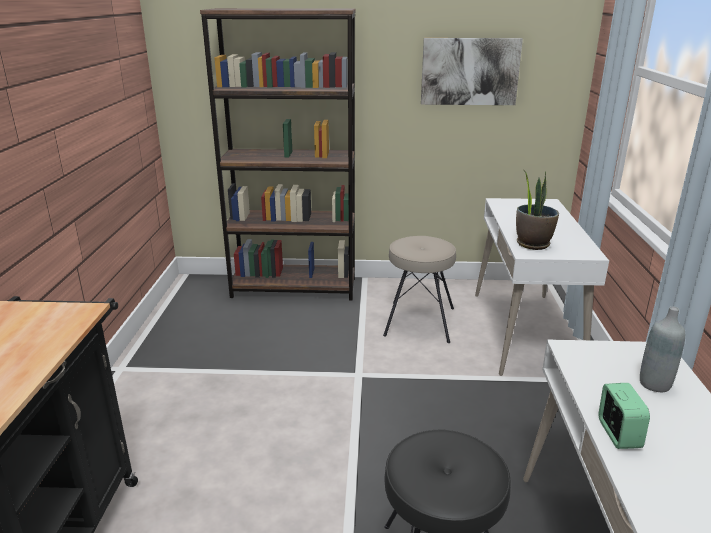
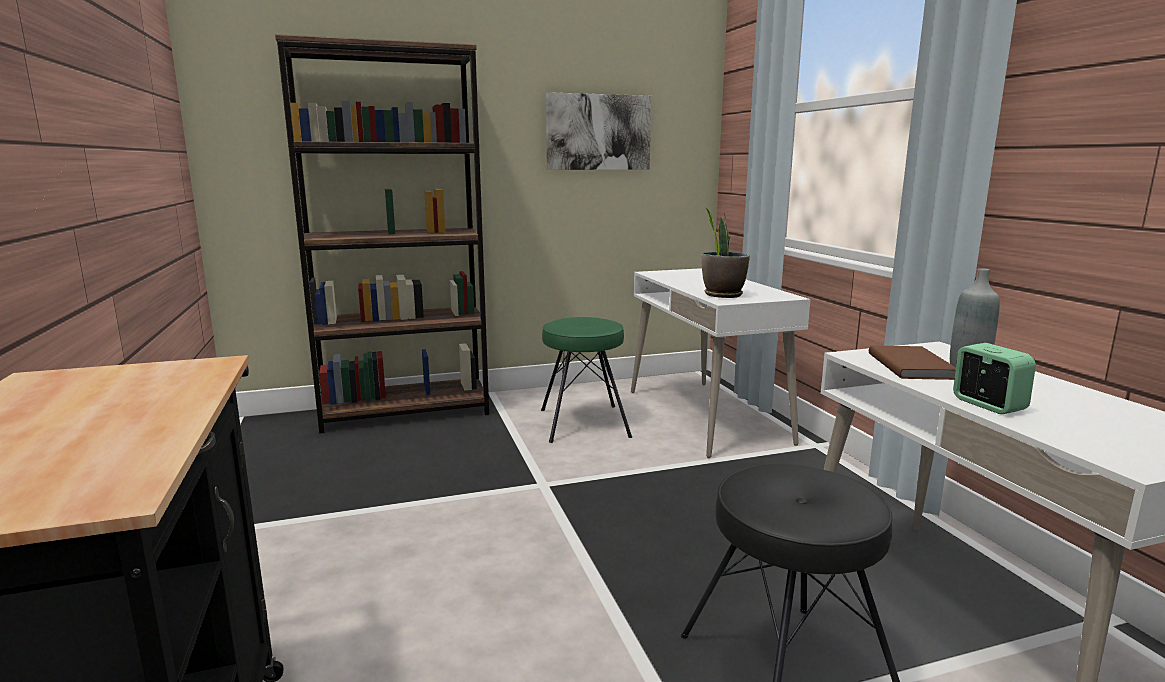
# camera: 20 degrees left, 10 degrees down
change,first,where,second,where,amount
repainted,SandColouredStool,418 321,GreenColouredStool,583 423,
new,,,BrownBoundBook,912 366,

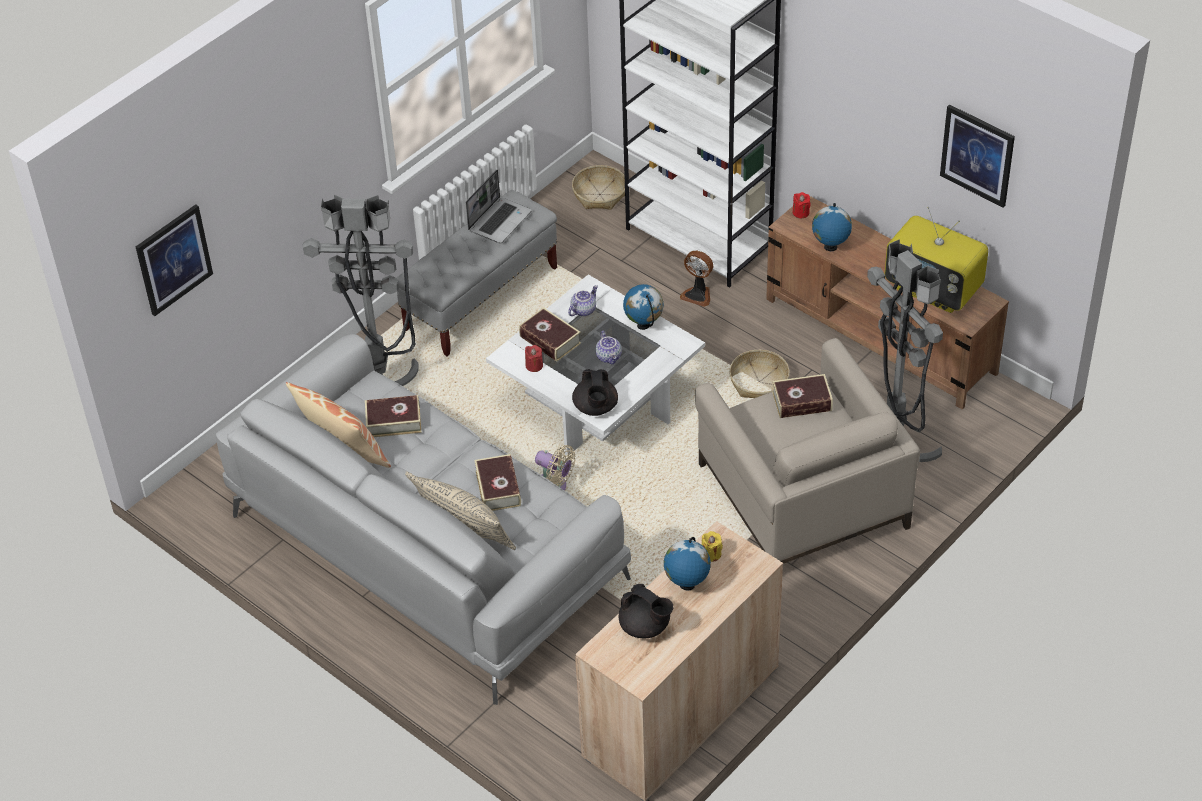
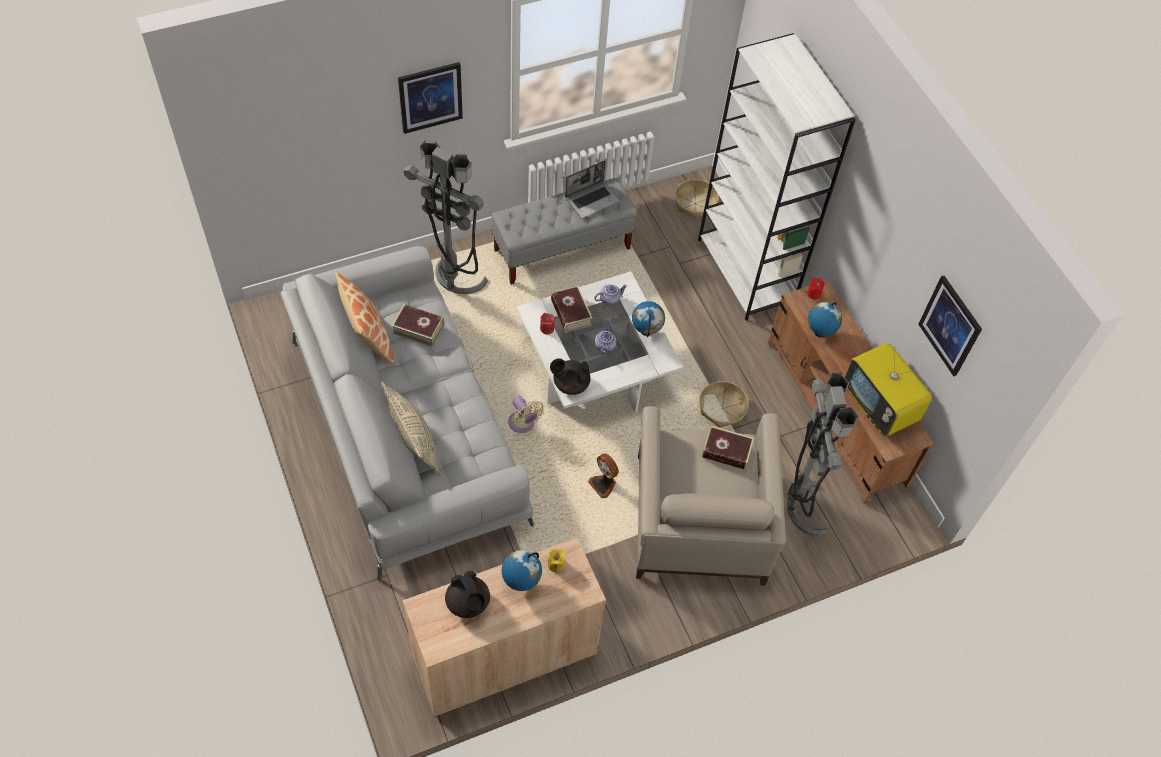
# camera: 20 degrees right, 10 degrees up
change,first,where,second,where,amount
shifted,WallPicture,173 259,,430 97,
gone,BoundBook,498 488,,,
rotated,BlackTeaPot,595 408,,570 384,75 degrees clockwise
shifted,ElectricFan,698 294,,603 484,

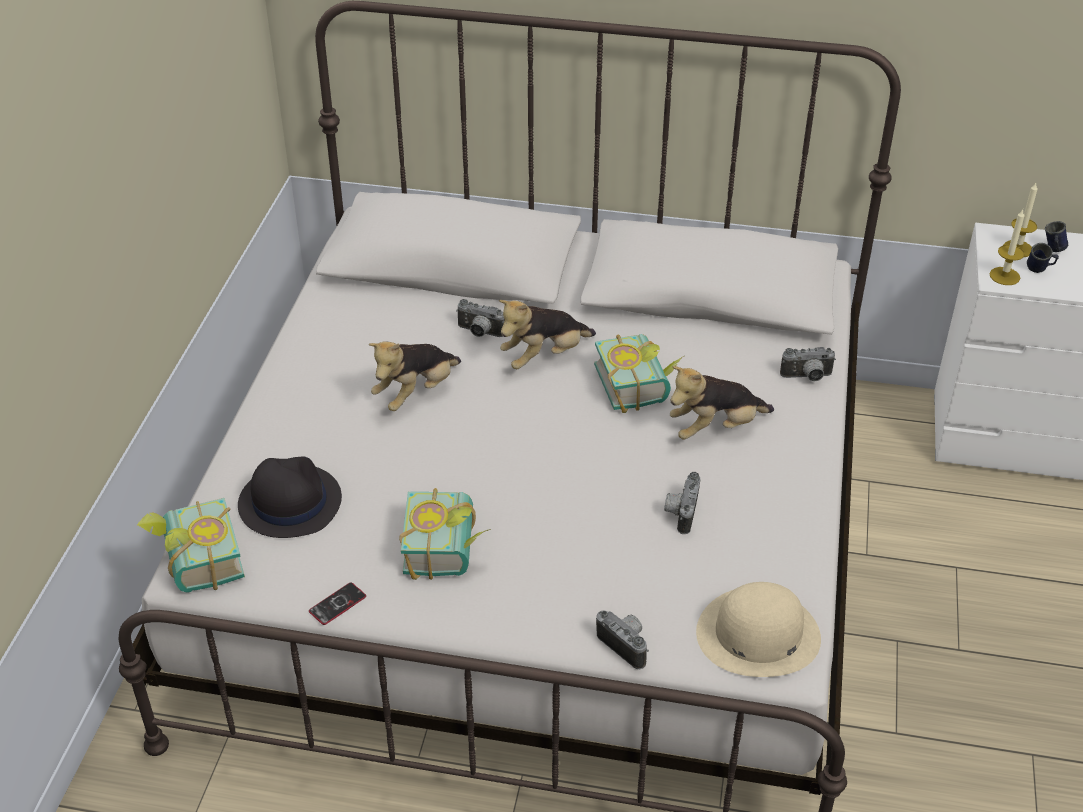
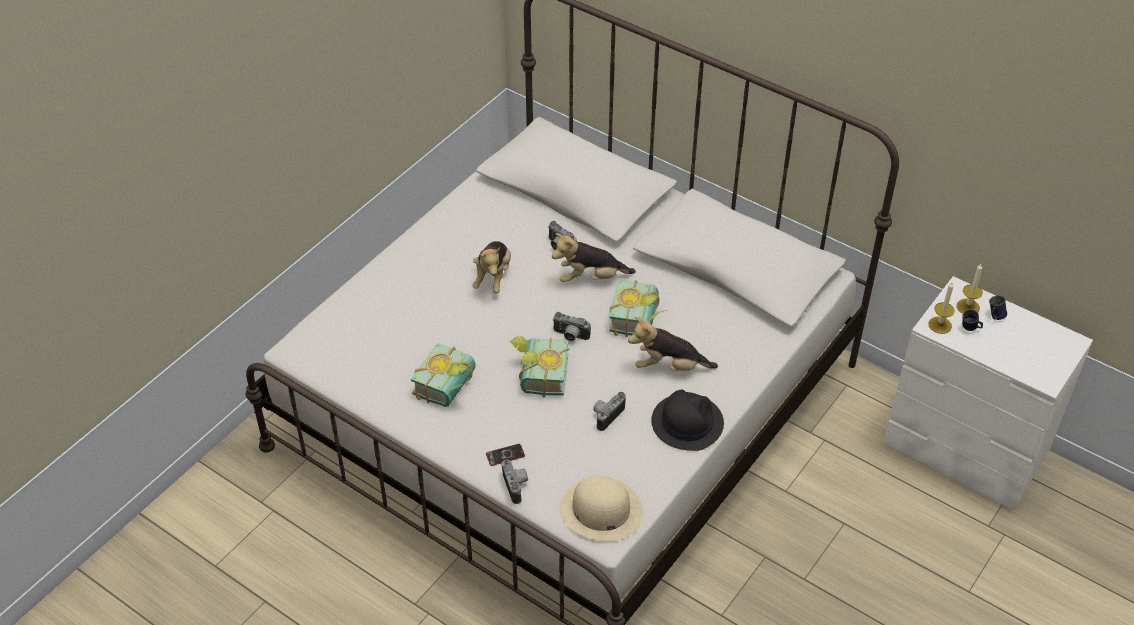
# camera: 25 degrees right, 5 degrees up
change,first,where,second,where,amount
shifted,BoundBook,195 563,,538 375,
shifted,BlackClothingHat,289 502,,687 422,
shifted,Handset,337 604,,505 455,
rotated,PlushToy,416 393,,493 276,60 degrees counterclockwise
shifted,StillCamera,807 377,,570 336,

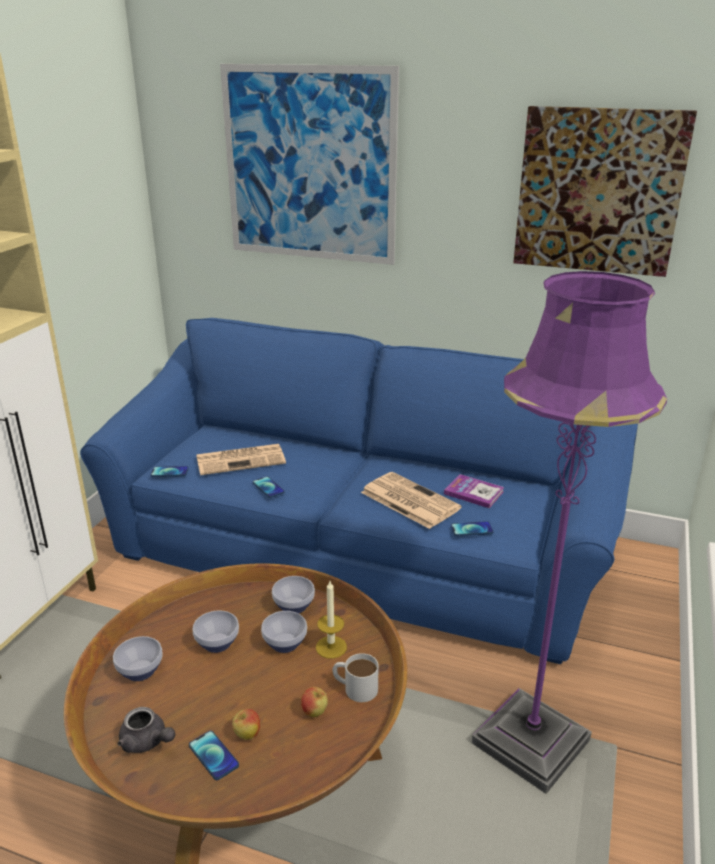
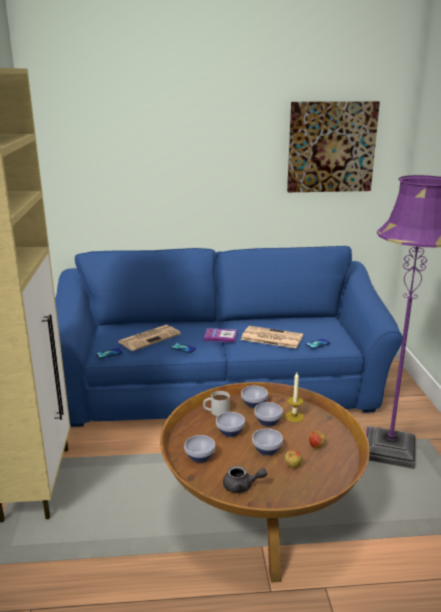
# camera: 25 degrees left, 5 degrees down
change,first,where,second,where,amount
gone,Handset,213 756,,,
gone,WallPicture,309 165,,,
shifted,WhiteTeaMug,355 687,,216 411,
shifted,BoundBook,473 492,,220 336,
new,,,Bowl,266 450,

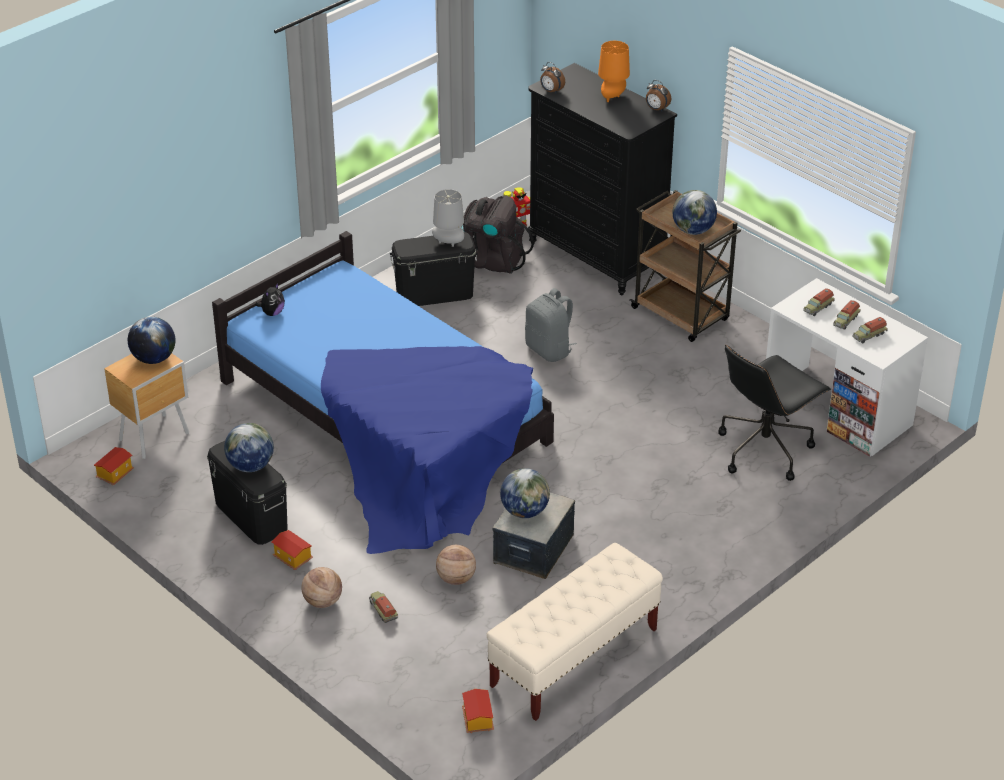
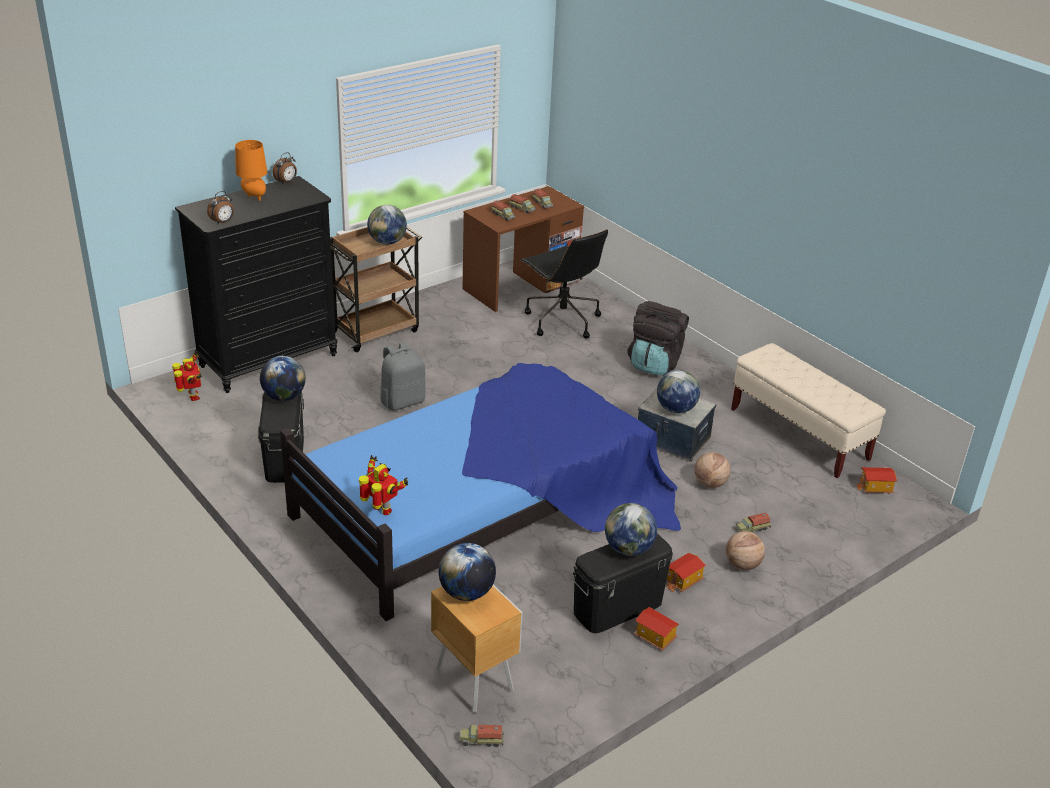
# camera: 85 degrees left, 5 degrees down
change,first,where,second,where,amount
shifted,ModelHouse,115 474,,654 638,
swapped,PlushToy,272 313,ToyRobot,381 511,
swapped,GreyLampForATable,449 243,WorldGlobe,284 397,
shifted,BlackBackpack,492 260,,654 363,
repainted,WhiteDeskTable,837 410,BrownDeskTable,520 285,
new,,,ModelTruck,481 740,

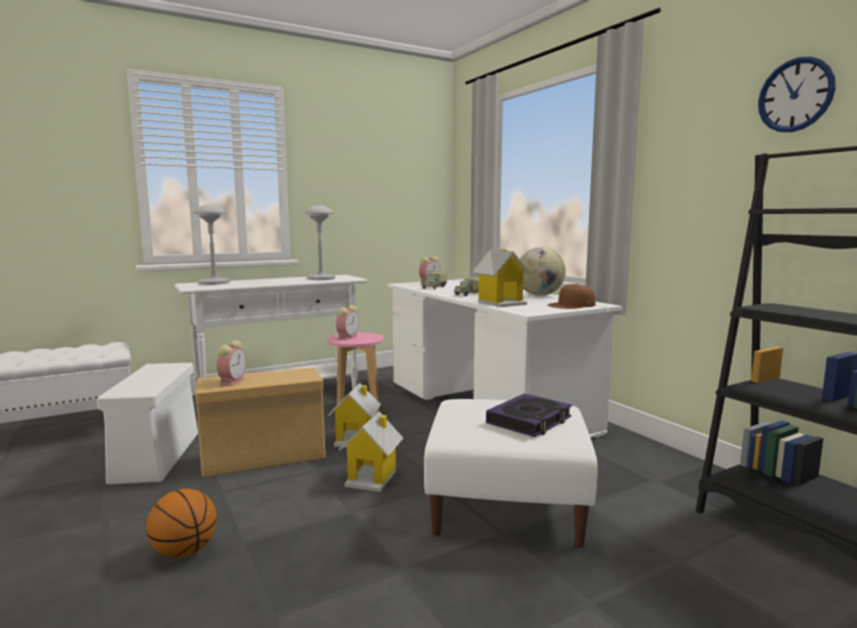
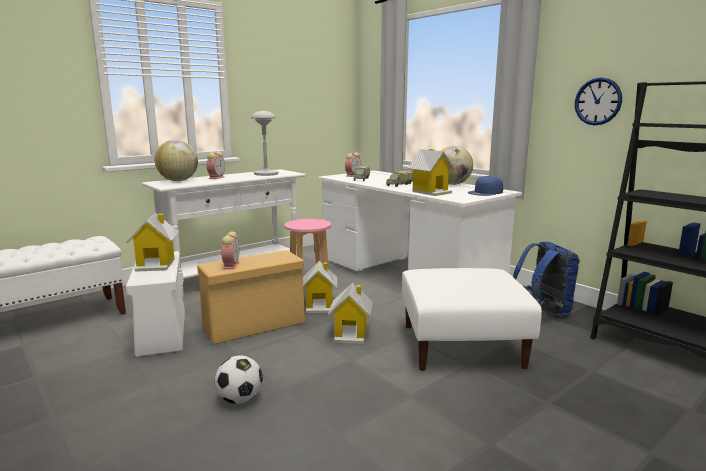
# camera: 10 degrees left, 5 degrees up
change,first,where,second,where,amount
swapped,BallForBasketball,185 551,FootballBall,240 399,
swapped,GreyLampForATable,214 283,WorldGlobe,178 181,
shifted,TableClock,348 337,,216 178,
gone,BoundBook,529 420,,,
repainted,BrownCap,571 305,BluishCap,485 192,
shifted,WallClock,795 95,,598 101,
new,,,ModelHouse,156 264,
new,,,BluishBackpack,544 312,

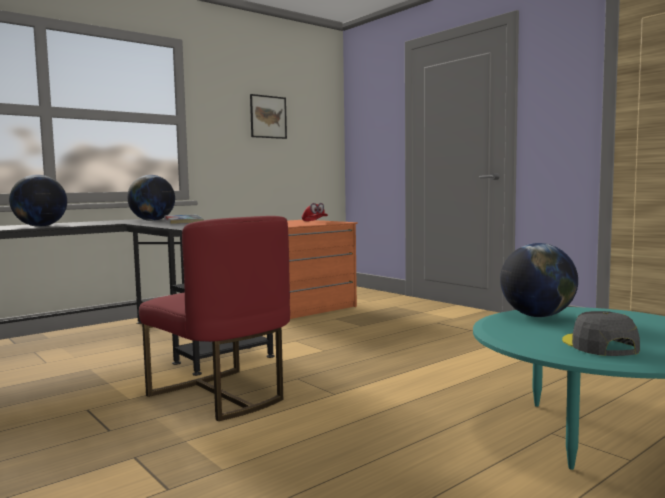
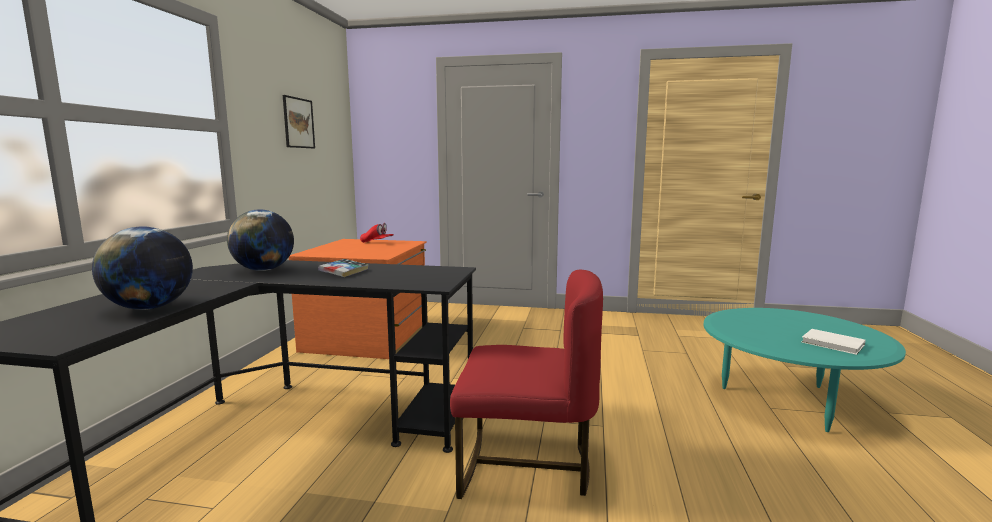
# camera: 40 degrees left, 5 degrees up
change,first,where,second,where,amount
gone,WorldGlobe,537 316,,,
swapped,GreyCap,599 345,WhiteBoundBook,834 344,

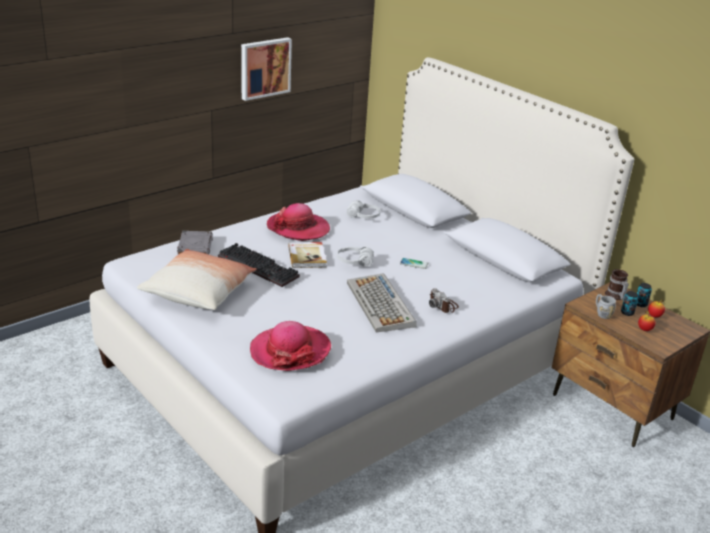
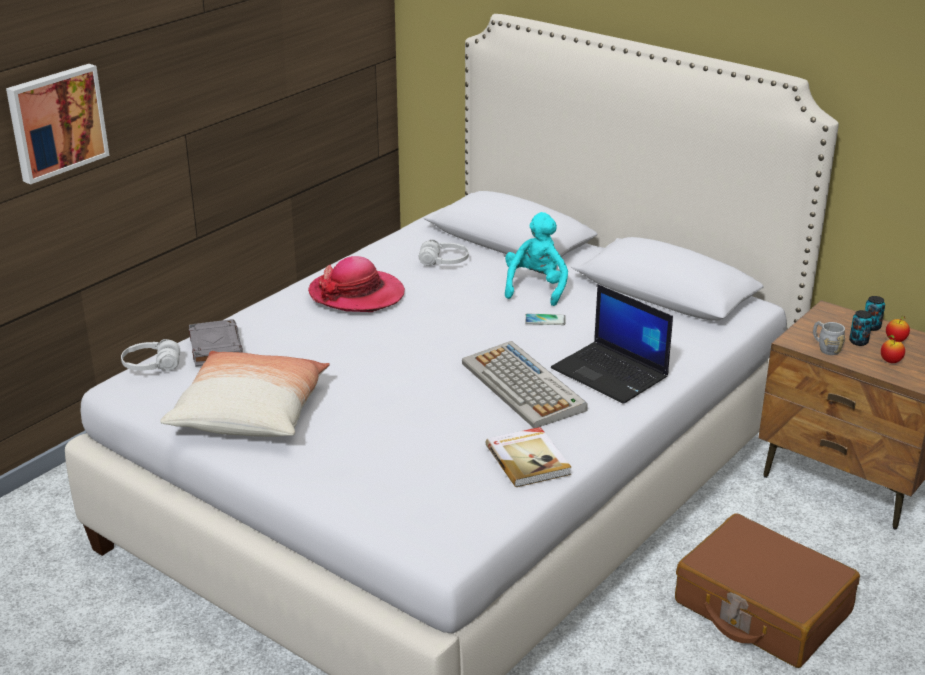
# camera: 10 degrees left, 0 degrees up
change,first,where,second,where,amount
gone,ComputerKeyboard,260 267,,,
shifted,WallPicture,264 68,,56 122,
gone,ClothingHat,290 351,,,
shifted,BoundBook,307 256,,528 459,
shifted,WhitePairOfHeadphones,354 262,,152 366,
swapped,StillCamera,443 305,Laptop,611 373,
gone,TeaMug,615 296,,,
new,,,TurquoiseColouredPlushToy,536 288,
new,,,BrownSuitcase,761 608,

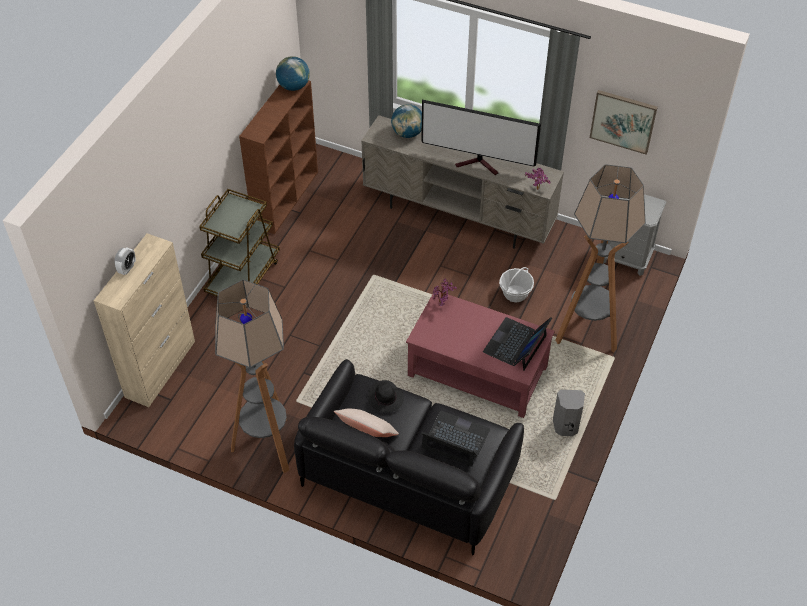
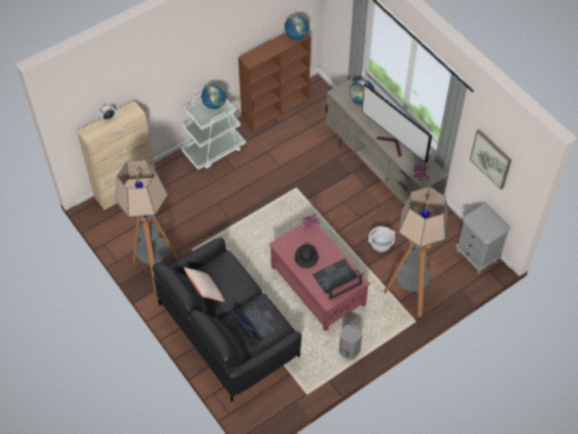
# camera: 30 degrees right, 5 degrees up
change,first,where,second,where,amount
repainted,BrownWheeledCart,243 276,WhiteWheeledCart,214 150,
shifted,BlackClothingHat,386 398,,306 257,
new,,,WorldGlobe,214 104,

